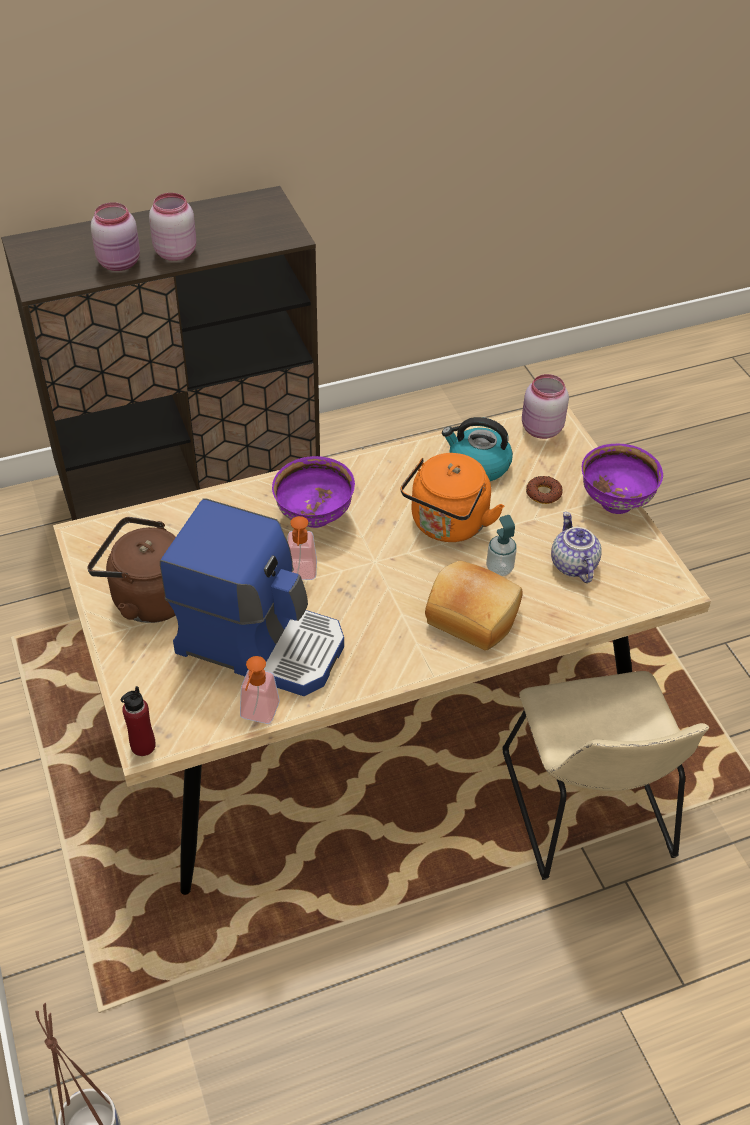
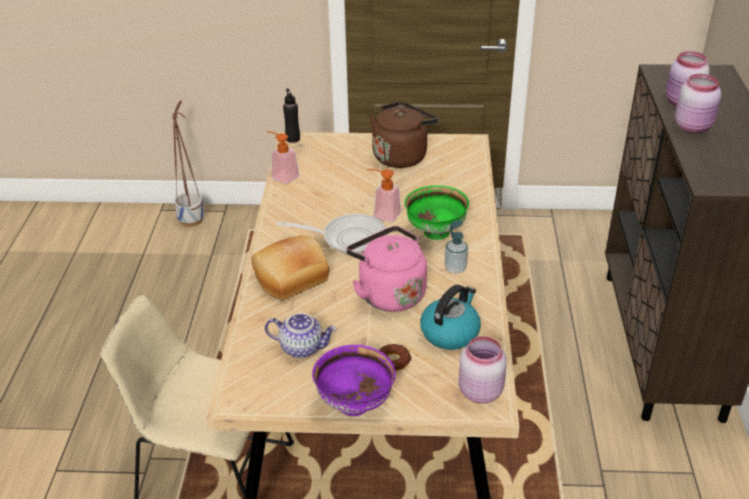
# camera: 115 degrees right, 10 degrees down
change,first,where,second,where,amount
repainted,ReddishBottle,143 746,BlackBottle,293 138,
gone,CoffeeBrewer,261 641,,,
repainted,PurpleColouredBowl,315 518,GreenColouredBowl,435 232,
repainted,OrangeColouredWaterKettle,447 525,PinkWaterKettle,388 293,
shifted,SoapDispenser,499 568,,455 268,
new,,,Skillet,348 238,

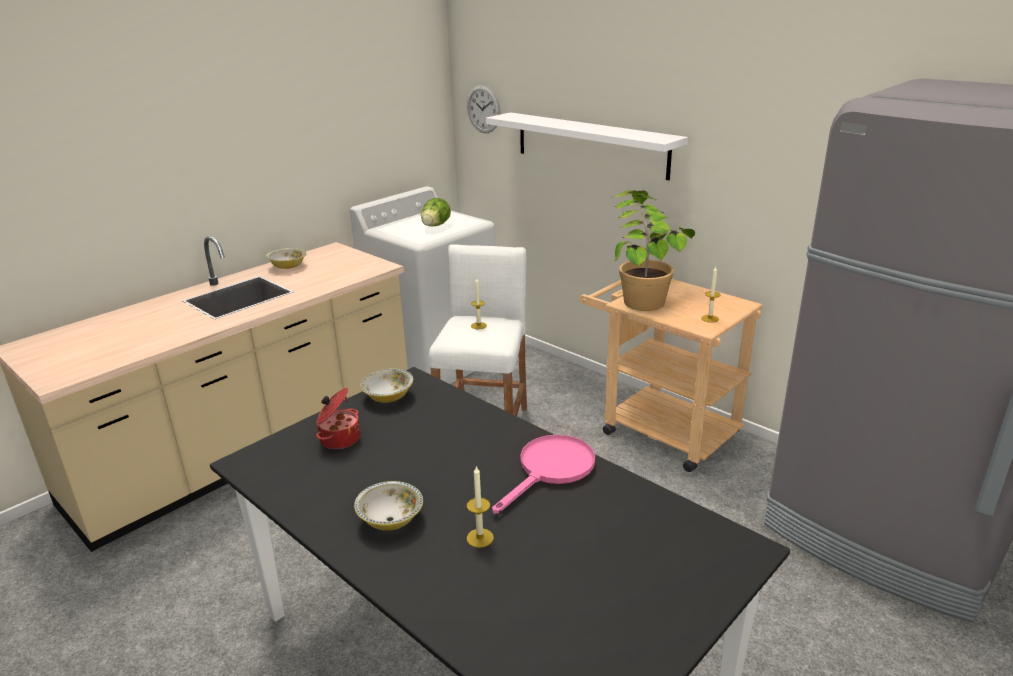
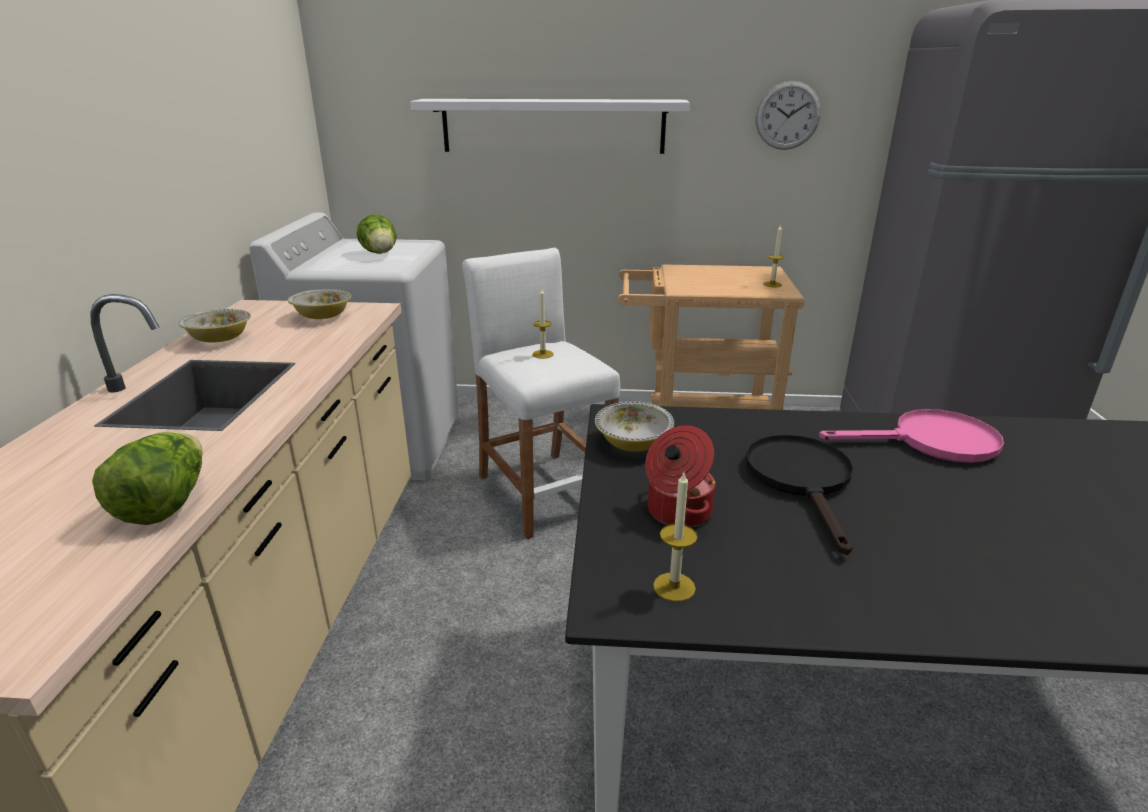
# camera: 40 degrees left, 0 degrees up
change,first,where,second,where,amount
shifted,Bowl,390 520,,323 316,
shifted,WallClock,483 109,,787 116,
shifted,Candle,480 538,,674 587,
rotated,PinkSkillet,551 470,,931 442,90 degrees clockwise
gone,Houseplant,641 294,,,
new,,,Lettuce,165 504,
new,,,BlackSkillet,802 480,

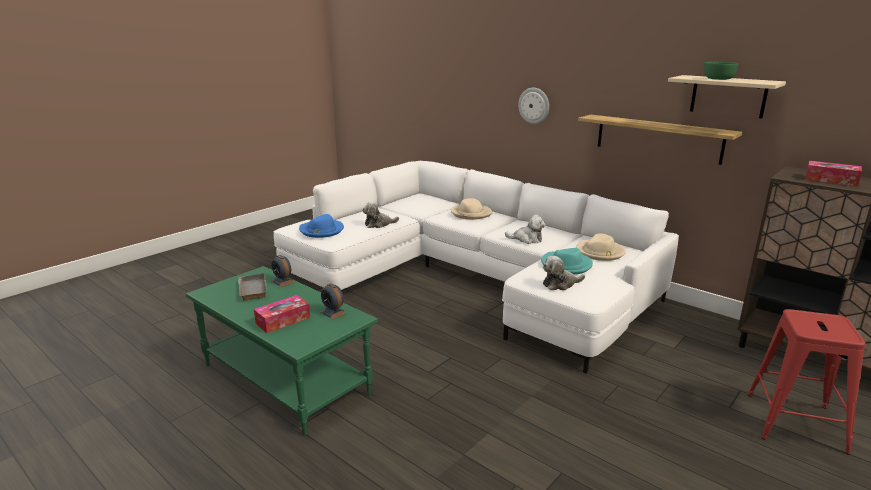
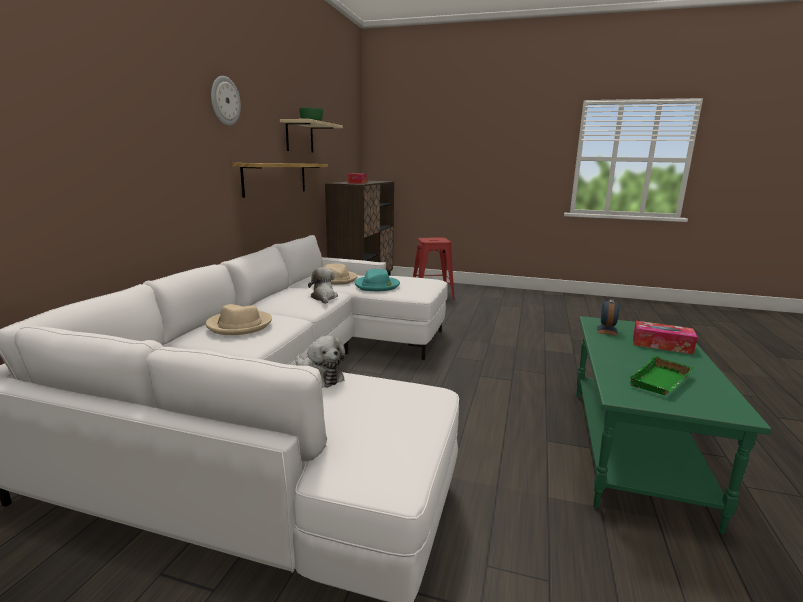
# camera: 115 degrees left, 5 degrees down
change,first,where,second,where,amount
repainted,GreyServingTray,251 290,GreenColouredServingTray,662 382,
gone,TableClock,282 281,,,
gone,BluishClothingHat,321 231,,,
shifted,WallClock,534 105,,224 101,
gone,PlushToy,560 284,,,

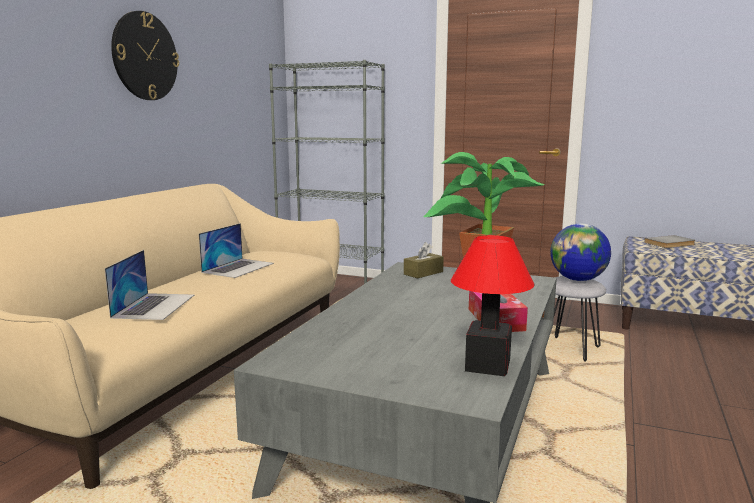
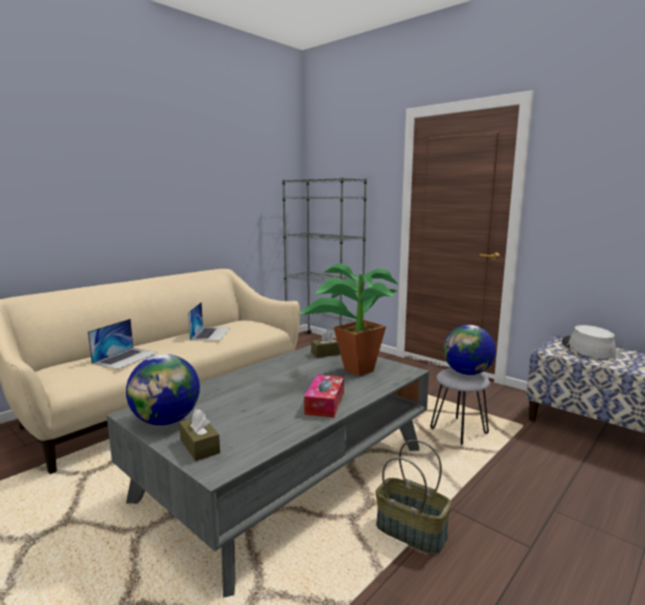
# camera: 20 degrees right, 0 degrees up
change,first,where,second,where,amount
gone,WallClock,145 56,,,
rotated,Laptop,238 268,,211 333,45 degrees counterclockwise
gone,LampForATable,488 365,,,
swapped,GreyBoundBook,671 244,GreyClothingHat,587 348,
new,,,WorldGlobe,166 421,
new,,,BrownTissueHolder,199 446,
new,,,StorageBasket,412 531,

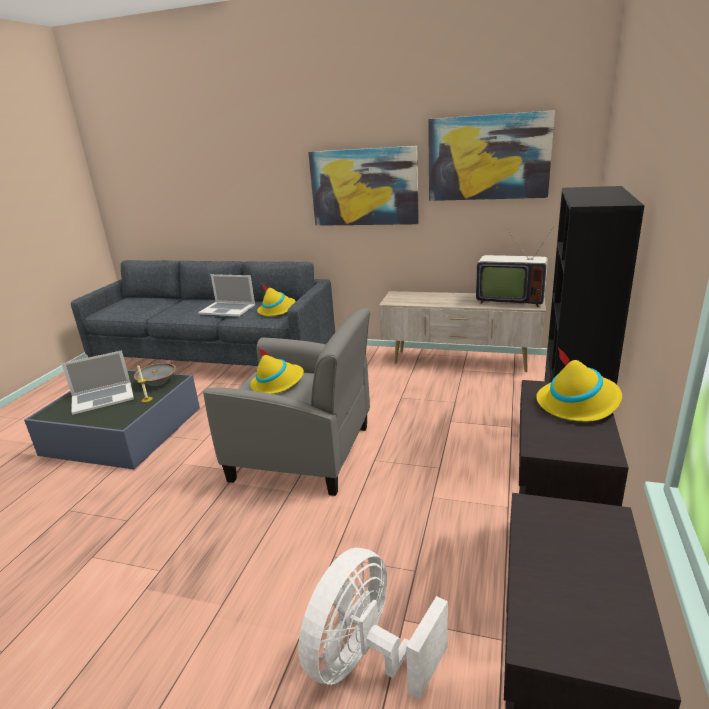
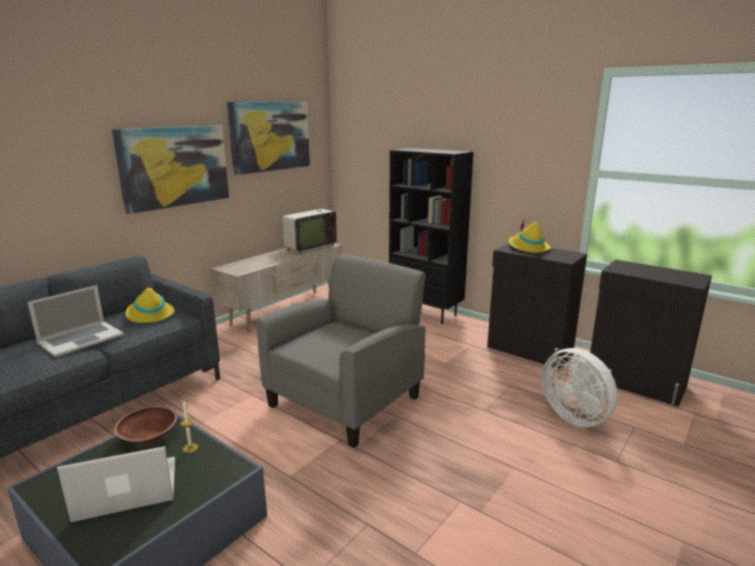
# camera: 70 degrees left, 5 degrees down
change,first,where,second,where,amount
rotated,Laptop,103 398,,126 489,105 degrees counterclockwise
repainted,GreyBowl,158 382,BrownBowl,148 437,
gone,YellowishClothingHat,278 383,,,

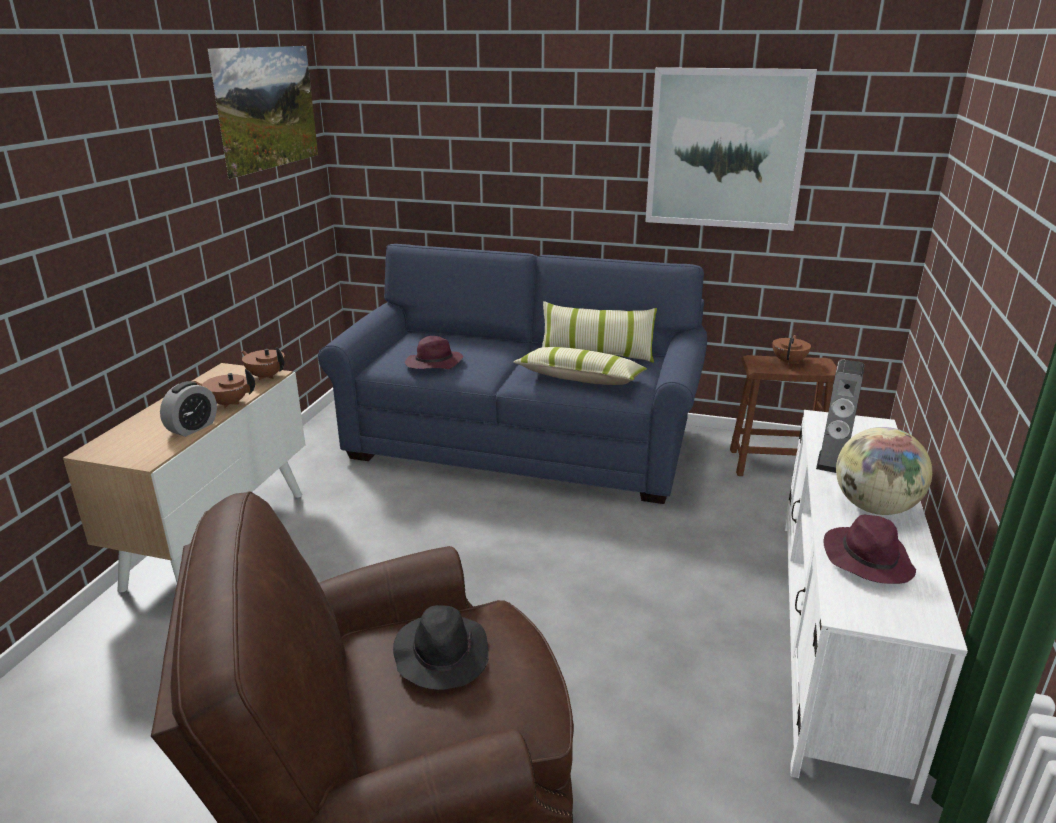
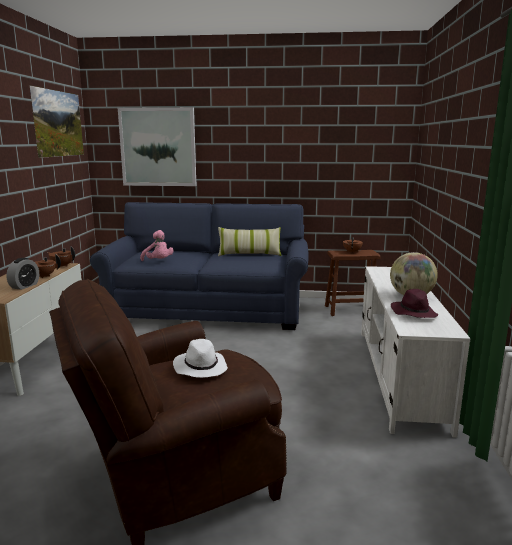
# camera: 10 degrees left, 10 degrees down
change,first,where,second,where,amount
repainted,BlackClothingHat,441 655,WhiteClothingHat,200 367,
swapped,PurpleColouredClothingHat,433 364,PinkPlushToy,158 261,
gone,Pillow,580 379,,,
shifted,WallPicture,726 149,,158 147,
gone,Loudspeaker,832 462,,,

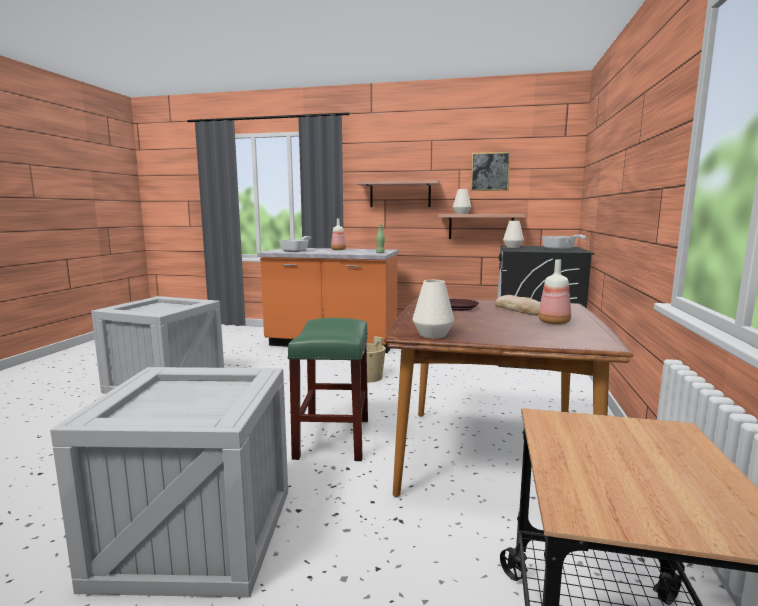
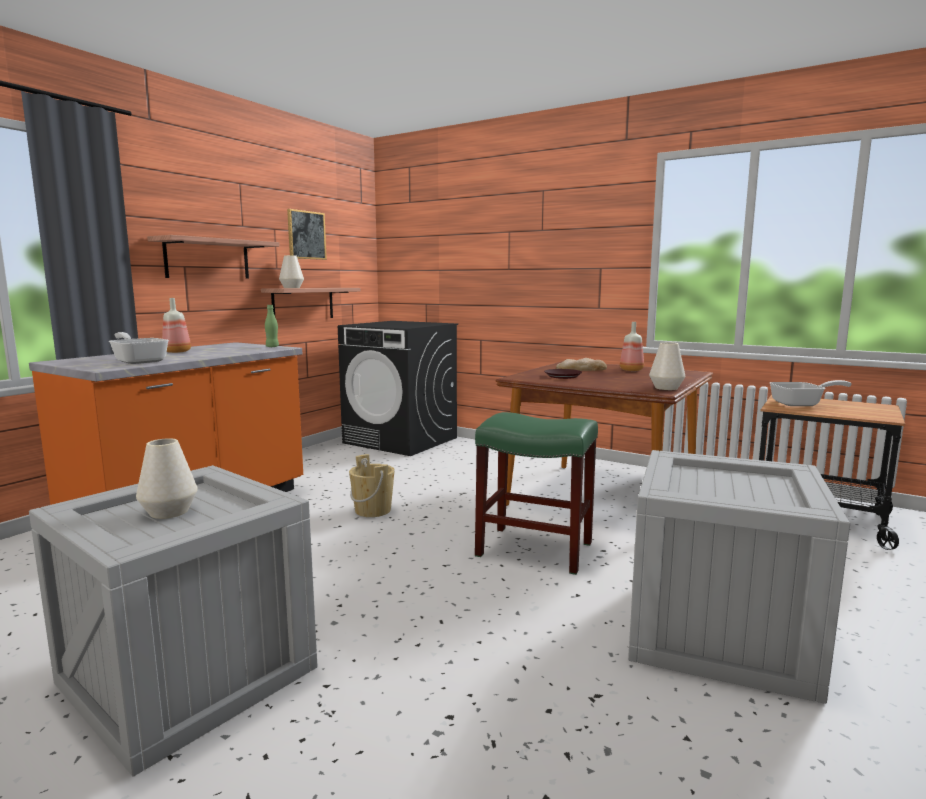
# camera: 70 degrees left, 0 degrees up
change,first,where,second,where,amount
shifted,WhiteVase,512 247,,169 512,
shifted,Skillet,560 249,,801 404,

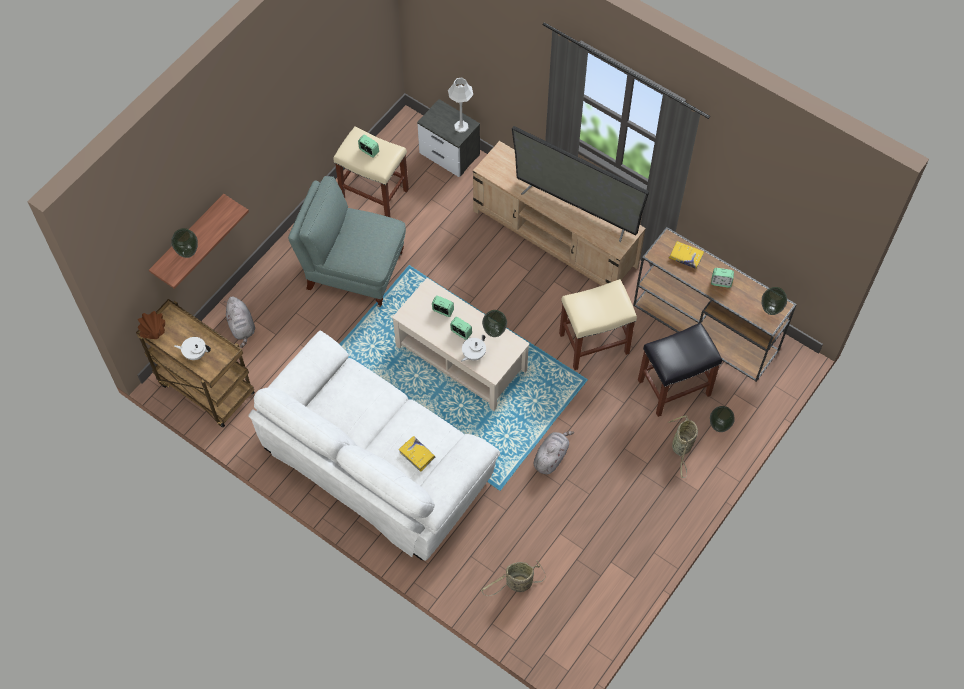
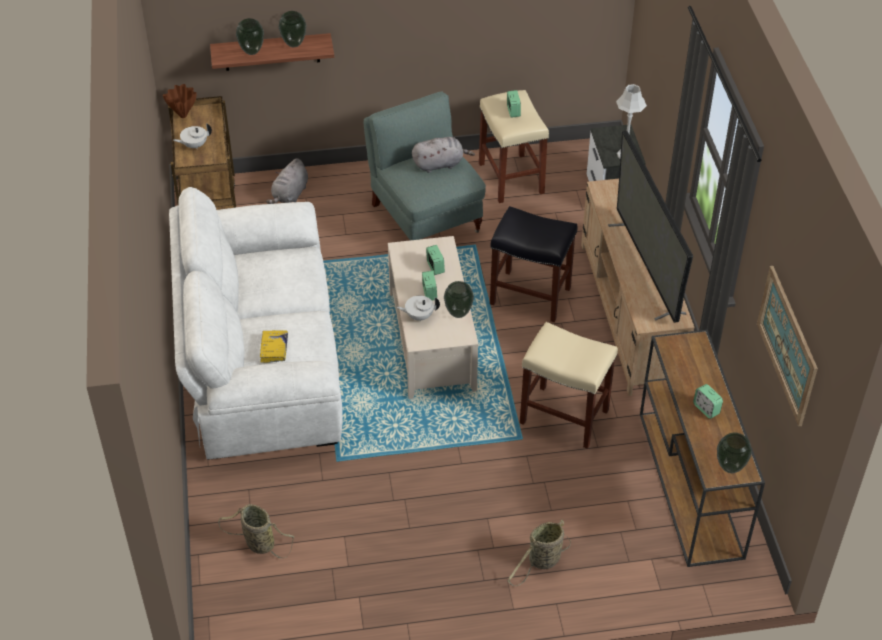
# camera: 45 degrees right, 15 degrees down
change,first,where,second,where,amount
rotated,WhiteTeaPot,195 353,,194 145,75 degrees counterclockwise
shifted,GreyPlushToy,551 456,,440 164,
shifted,BlackStool,674 387,,531 296,
gone,YellowishBoundBook,685 257,,,
shifted,Vase,719 426,,294 44,
new,,,WallPicture,787 344,

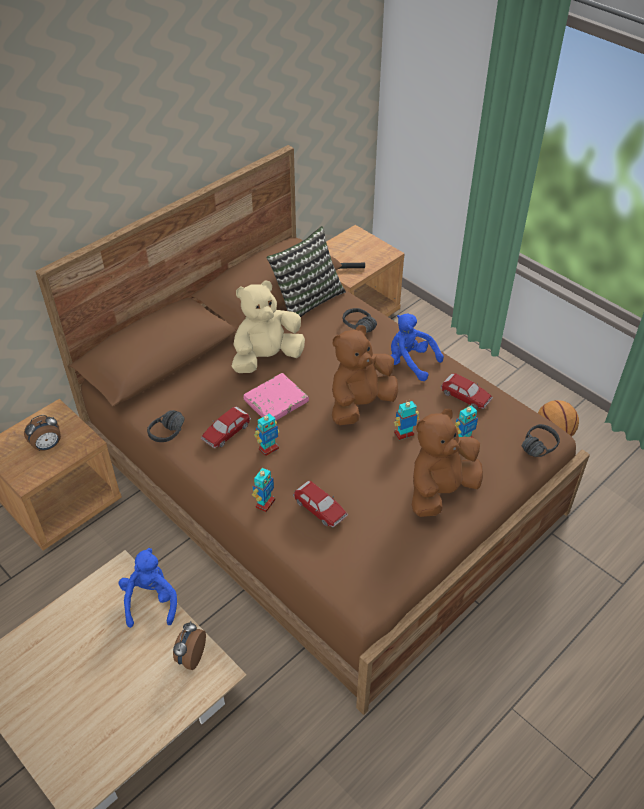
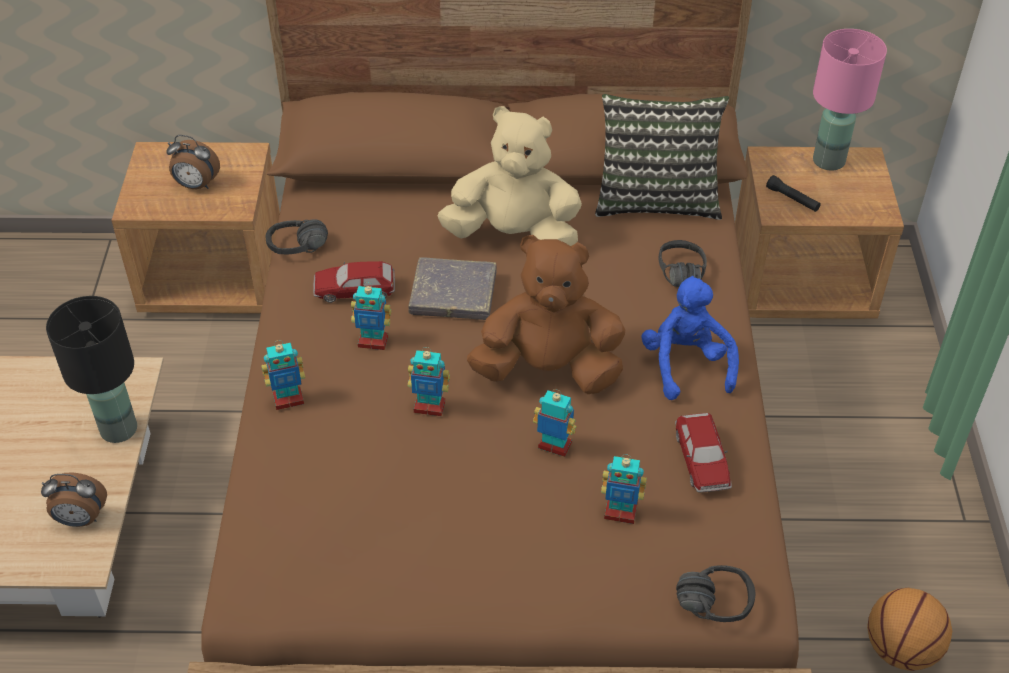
# camera: 45 degrees right, 0 degrees up
change,first,where,second,where,amount
swapped,BluishPlushToy,151 600,BlackLampForATable,120 429,
rotated,TableClock,190 657,,81 519,150 degrees counterclockwise
repainted,PinkBoundBook,276 401,GreyBoundBook,453 293,
gone,ToyCar,320 508,,,
gone,BrownPlushToy,440 490,,,
new,,,ToyRobot,429 406,
new,,,PinkLampForATable,829 161,

